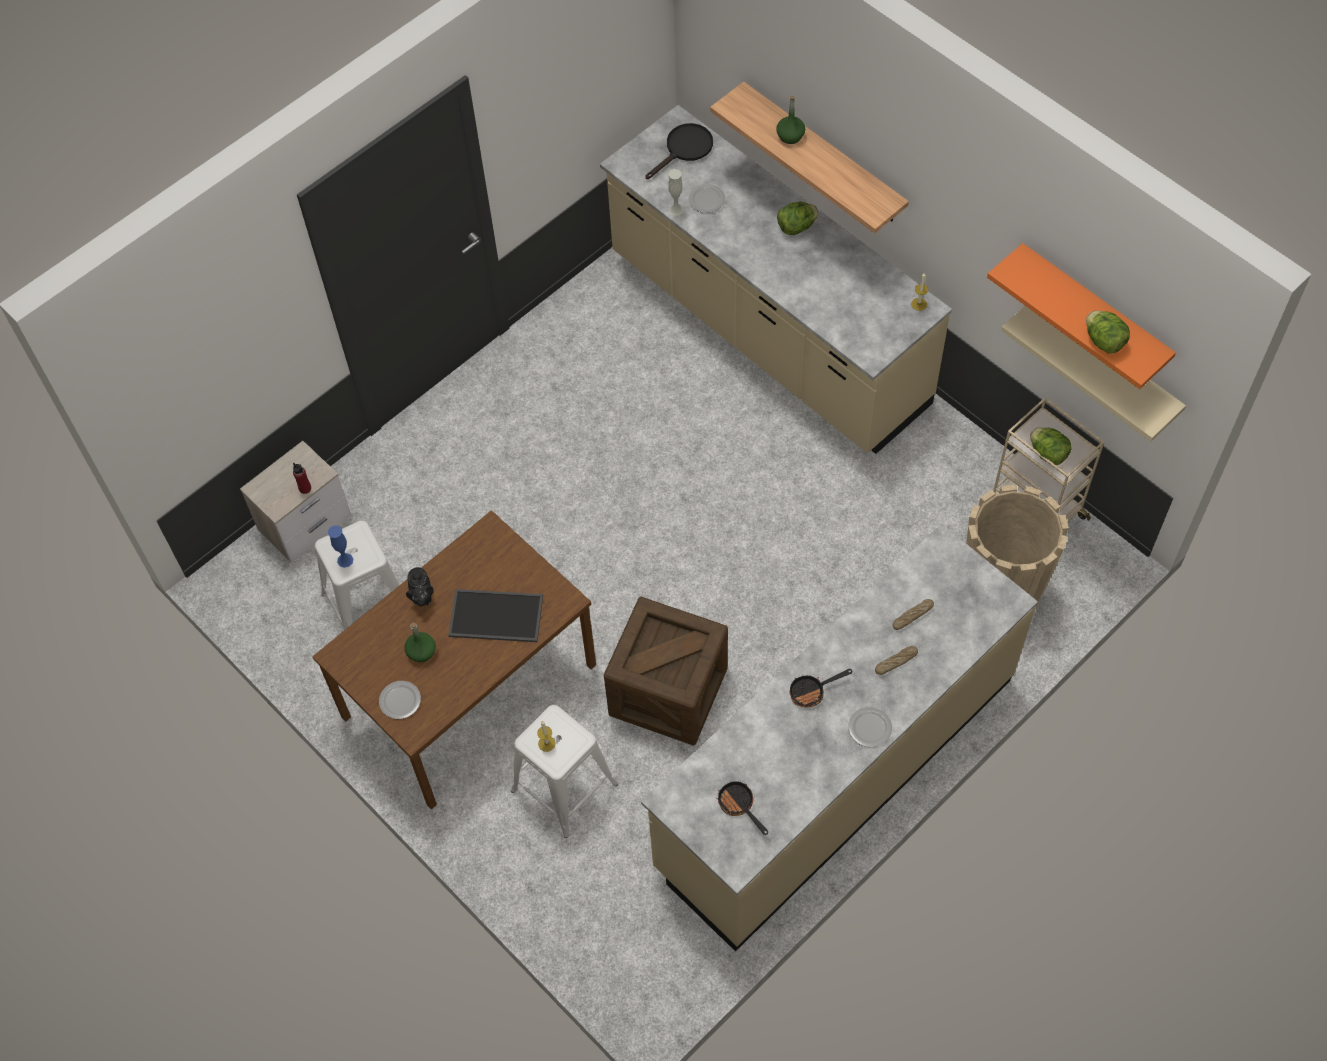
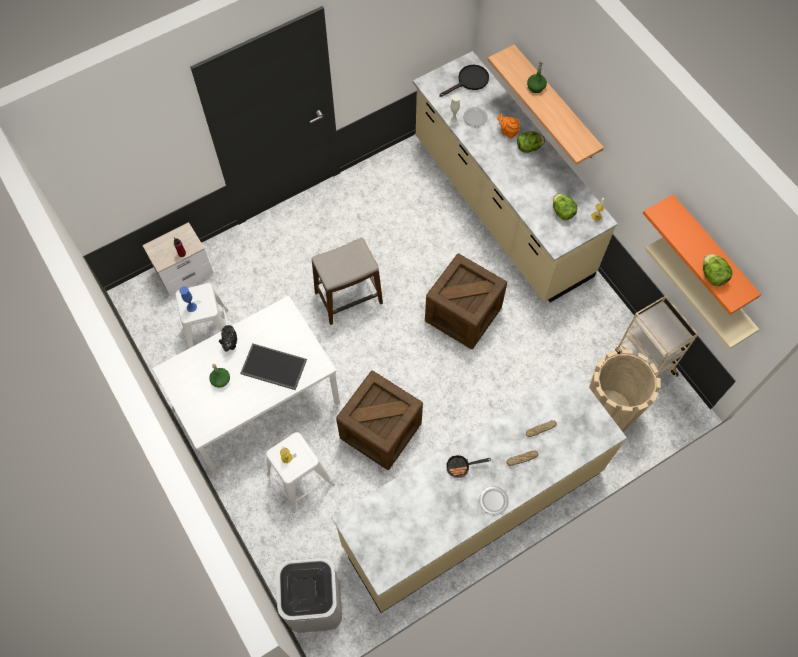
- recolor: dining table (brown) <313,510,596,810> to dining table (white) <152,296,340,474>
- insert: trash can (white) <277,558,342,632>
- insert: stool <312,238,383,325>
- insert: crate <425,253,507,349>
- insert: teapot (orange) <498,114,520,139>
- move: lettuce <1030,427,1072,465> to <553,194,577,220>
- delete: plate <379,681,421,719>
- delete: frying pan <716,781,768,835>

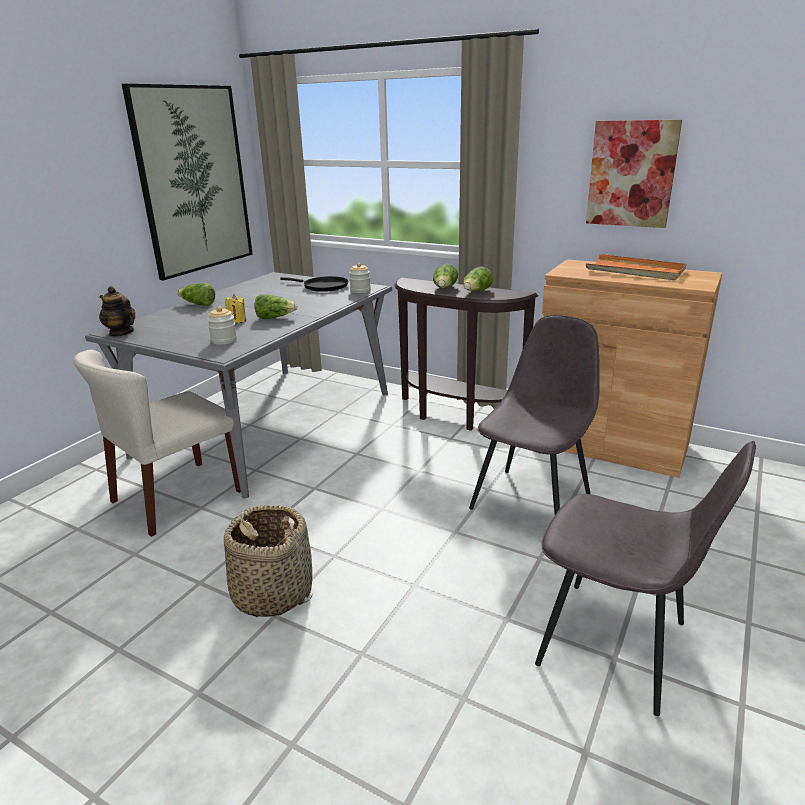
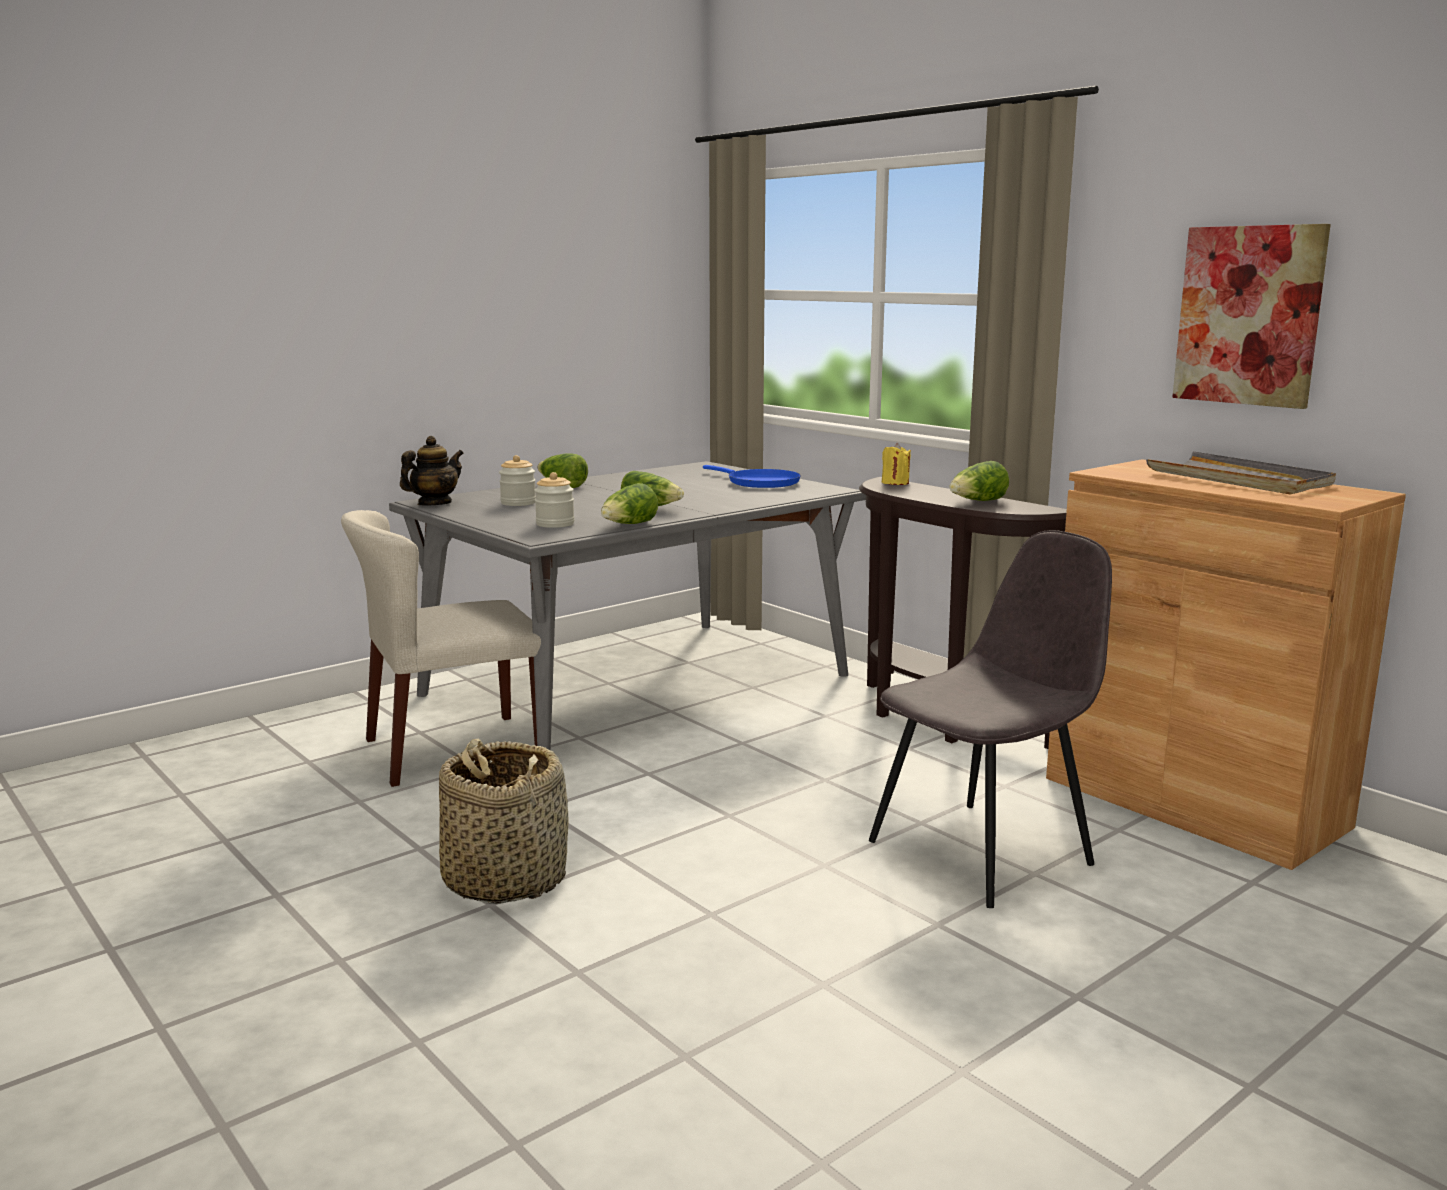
- rotate: teapot <99,286,135,337> = <400,436,464,506> 75 degrees clockwise
- move: jar <349,263,371,293> to <499,455,536,506>
- move: lettuce <433,264,458,288> to <601,483,658,524>
- recolor: frying pan (black) <280,276,348,292> to frying pan (blue) <703,465,801,488>
- move: candle (yellow) <225,295,246,323> to <882,443,911,485>
- recolor: tray (orange) <586,254,686,280> to tray (grey) <1146,452,1336,495>
- delete: picture <122,84,253,281>
- delete: chair (grey) <535,441,756,716>

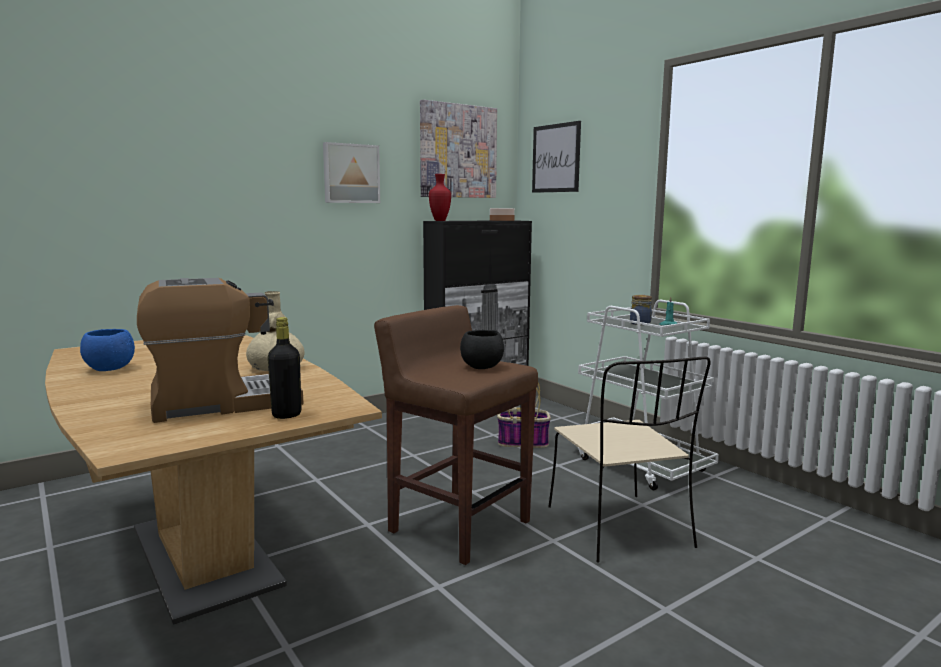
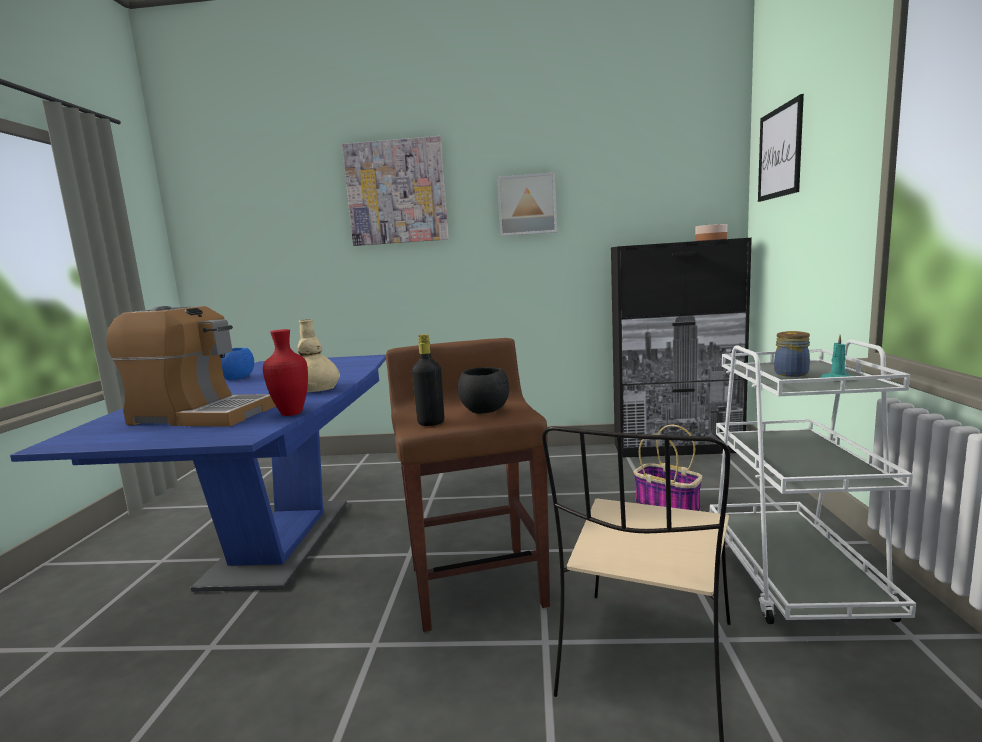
- recolor: dining table (brown) <45,335,382,625> to dining table (blue) <10,354,386,592>
- move: vase (red) <429,174,451,221> to <263,329,308,416>
- move: picture <420,100,497,198> to <342,136,449,246>
- move: bottle (black) <268,317,301,419> to <412,334,444,426>

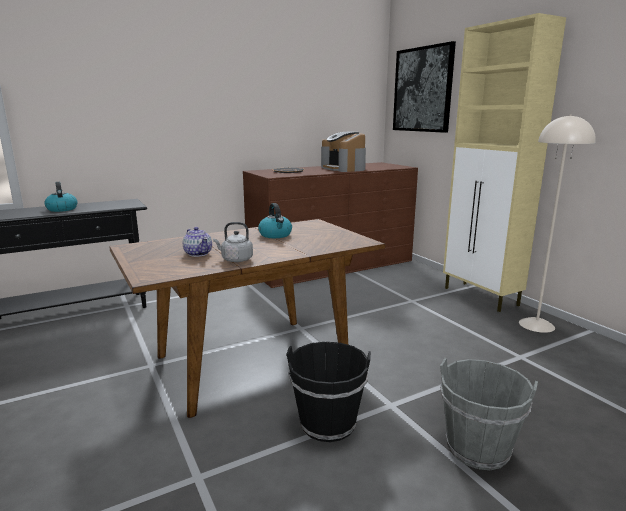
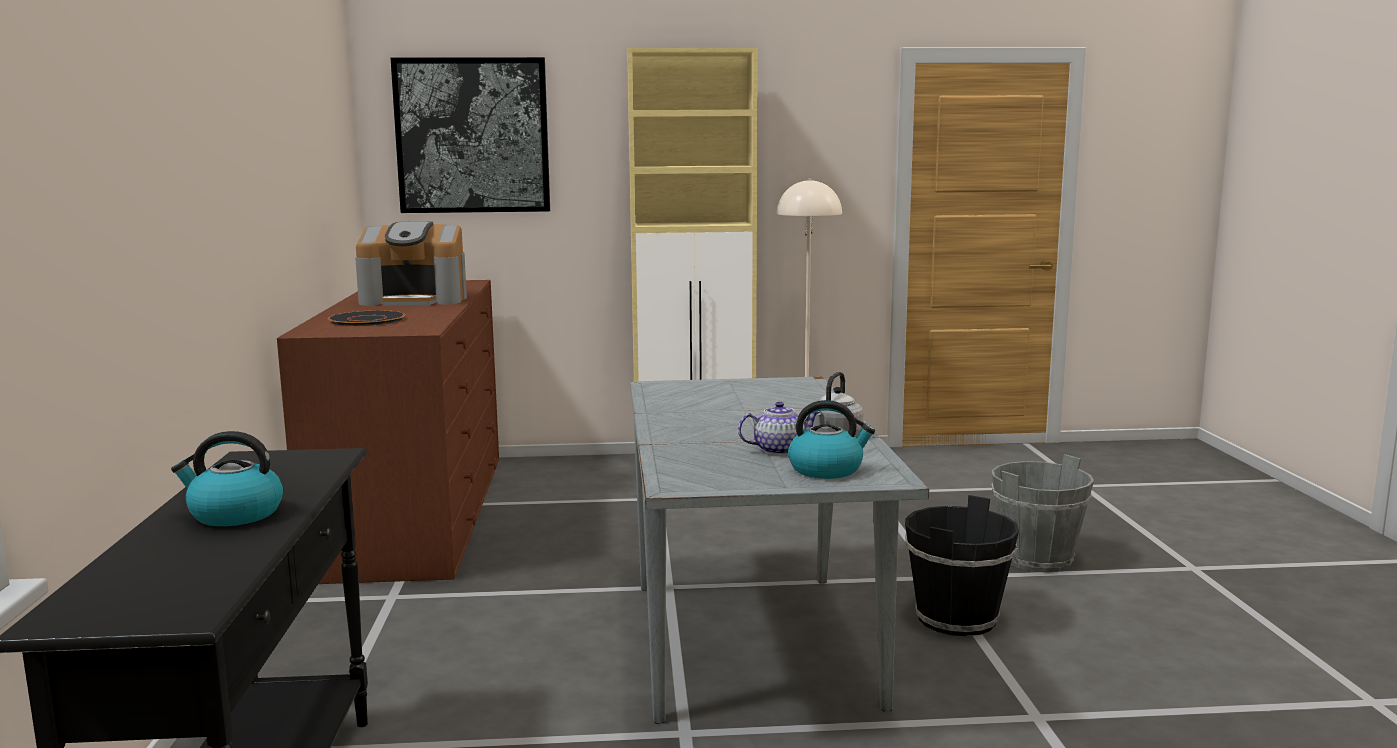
- recolor: dining table (brown) <109,219,385,418> to dining table (grey) <630,376,929,724>
- move: kettle <258,203,292,238> to <788,400,875,479>

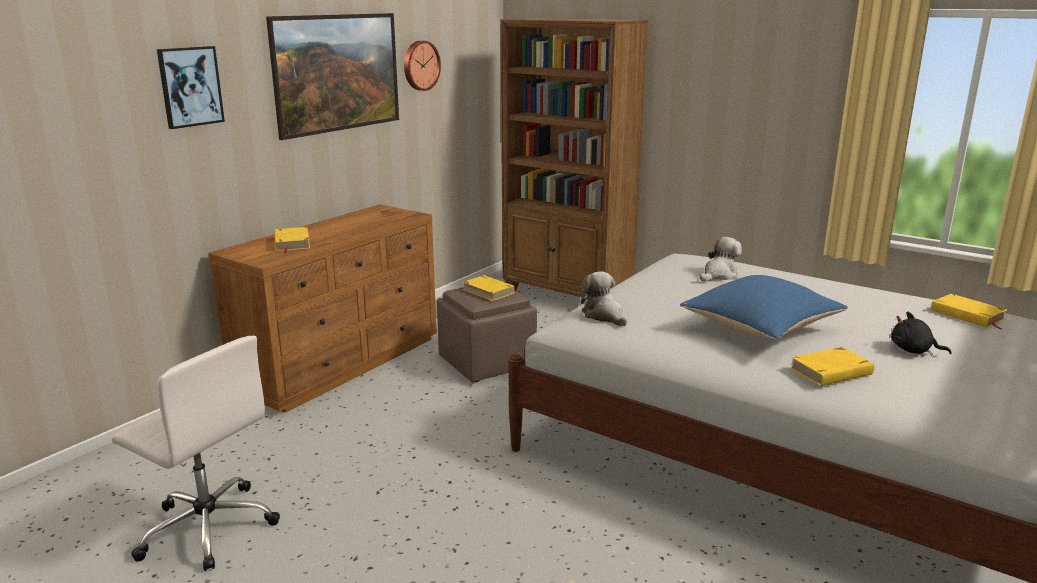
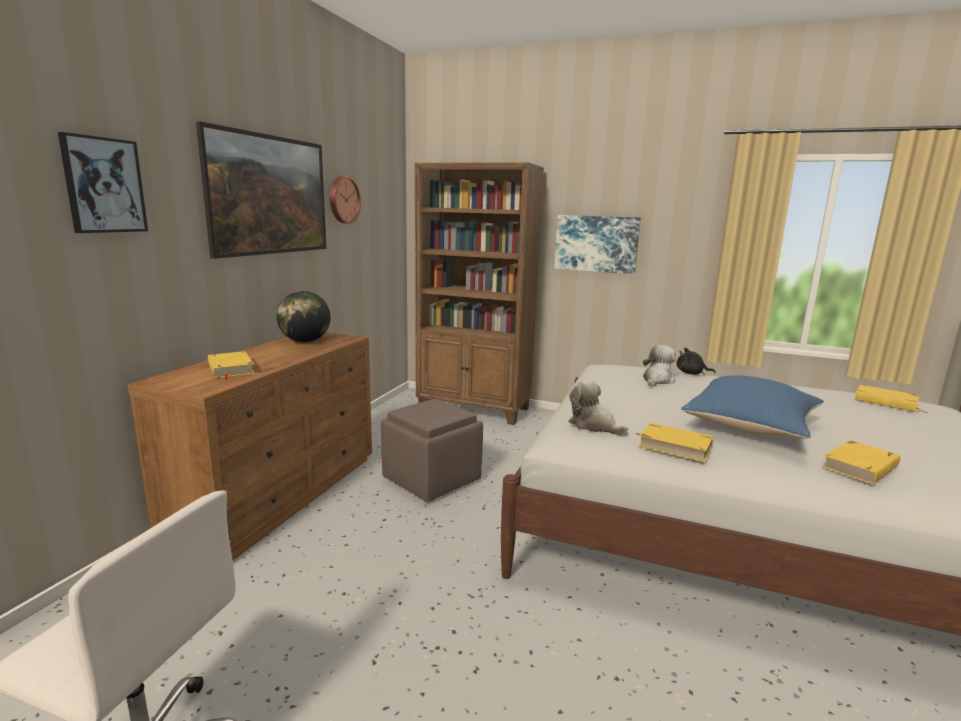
- insert: globe <277,291,331,343>
- insert: picture <554,215,641,274>
- move: book (yellow) <463,275,515,301> to <636,423,713,462>
- move: plush toy (black) <891,311,952,355> to <677,348,716,375>

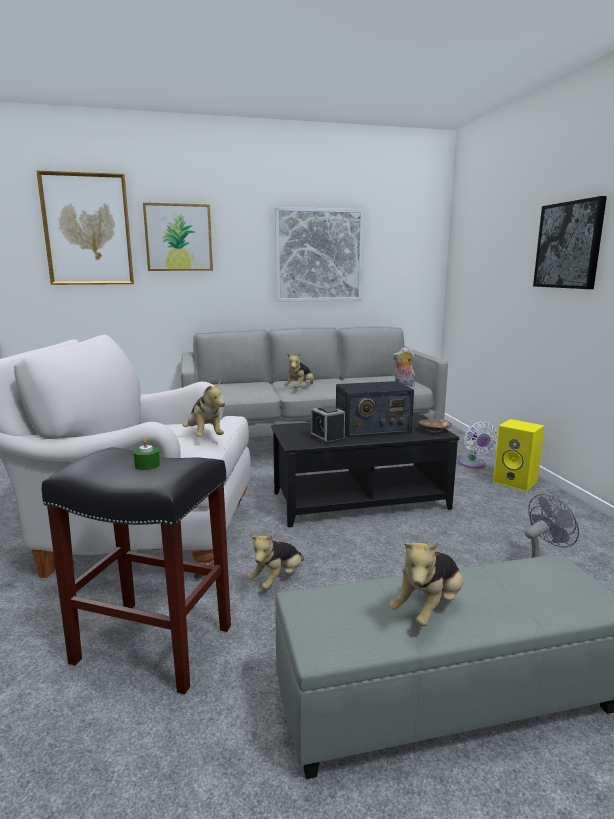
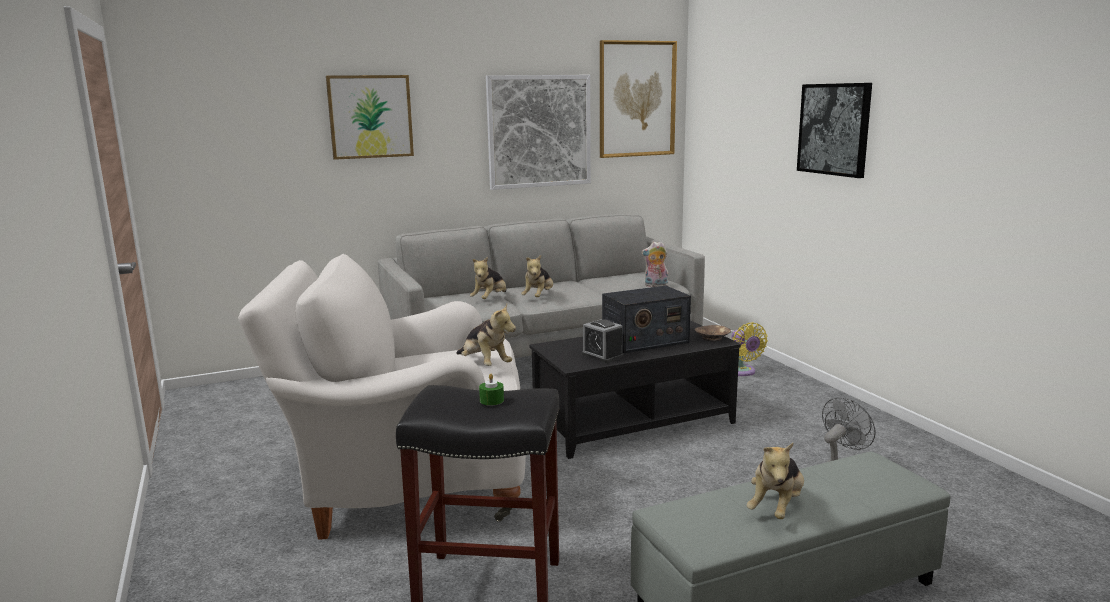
- move: plush toy <248,534,304,589> to <470,257,506,299>
- move: picture <36,170,134,285> to <600,40,677,158>
- recolor: fan (white) <460,421,498,469> to fan (yellow) <731,322,768,376>
- delete: speaker (yellow) <493,419,545,491>

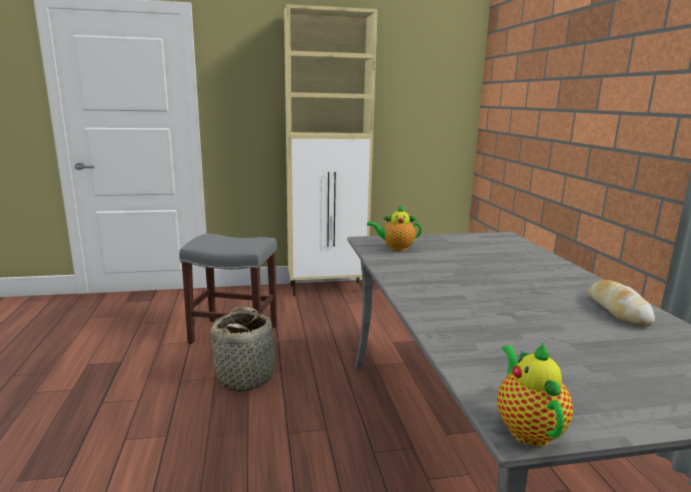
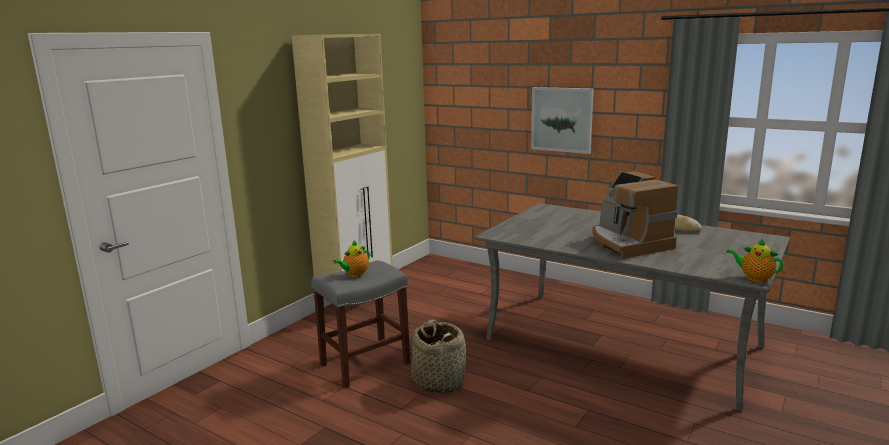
- move: teapot <367,205,422,251> to <333,240,370,277>
- insert: picture <531,87,594,154>
- insert: coffee machine <593,171,678,259>

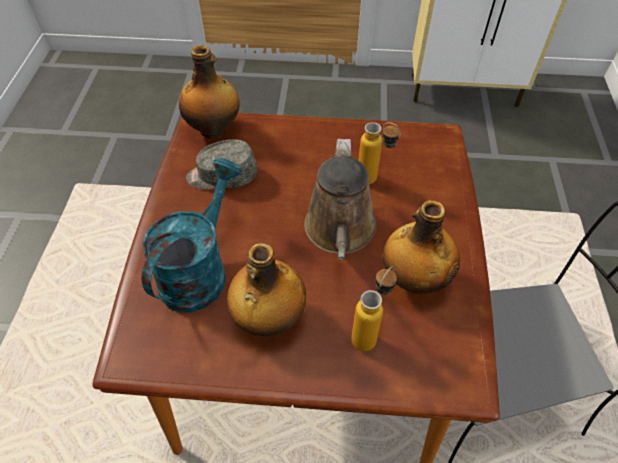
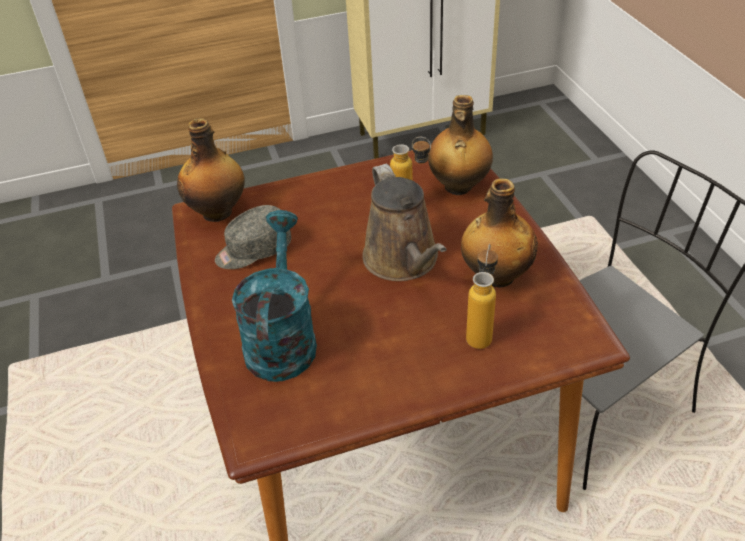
- move: bottle <227,243,306,336> to <428,95,493,195>

